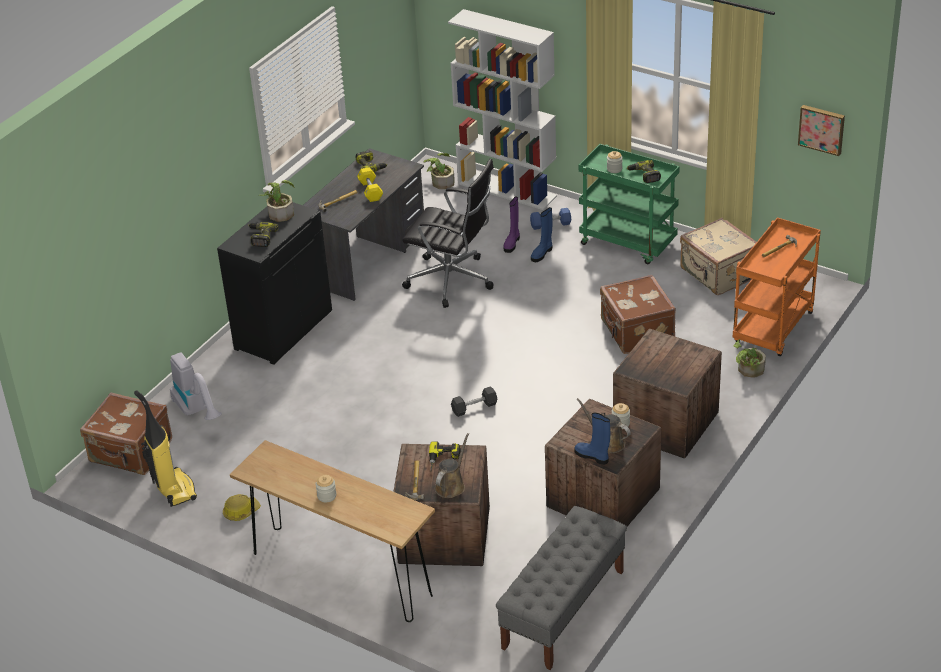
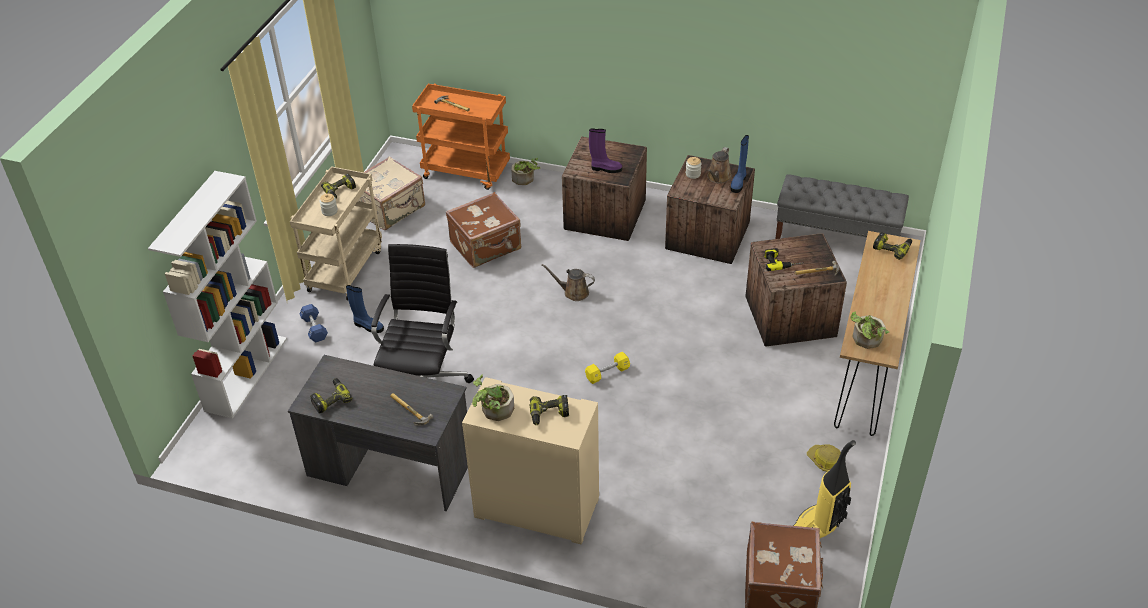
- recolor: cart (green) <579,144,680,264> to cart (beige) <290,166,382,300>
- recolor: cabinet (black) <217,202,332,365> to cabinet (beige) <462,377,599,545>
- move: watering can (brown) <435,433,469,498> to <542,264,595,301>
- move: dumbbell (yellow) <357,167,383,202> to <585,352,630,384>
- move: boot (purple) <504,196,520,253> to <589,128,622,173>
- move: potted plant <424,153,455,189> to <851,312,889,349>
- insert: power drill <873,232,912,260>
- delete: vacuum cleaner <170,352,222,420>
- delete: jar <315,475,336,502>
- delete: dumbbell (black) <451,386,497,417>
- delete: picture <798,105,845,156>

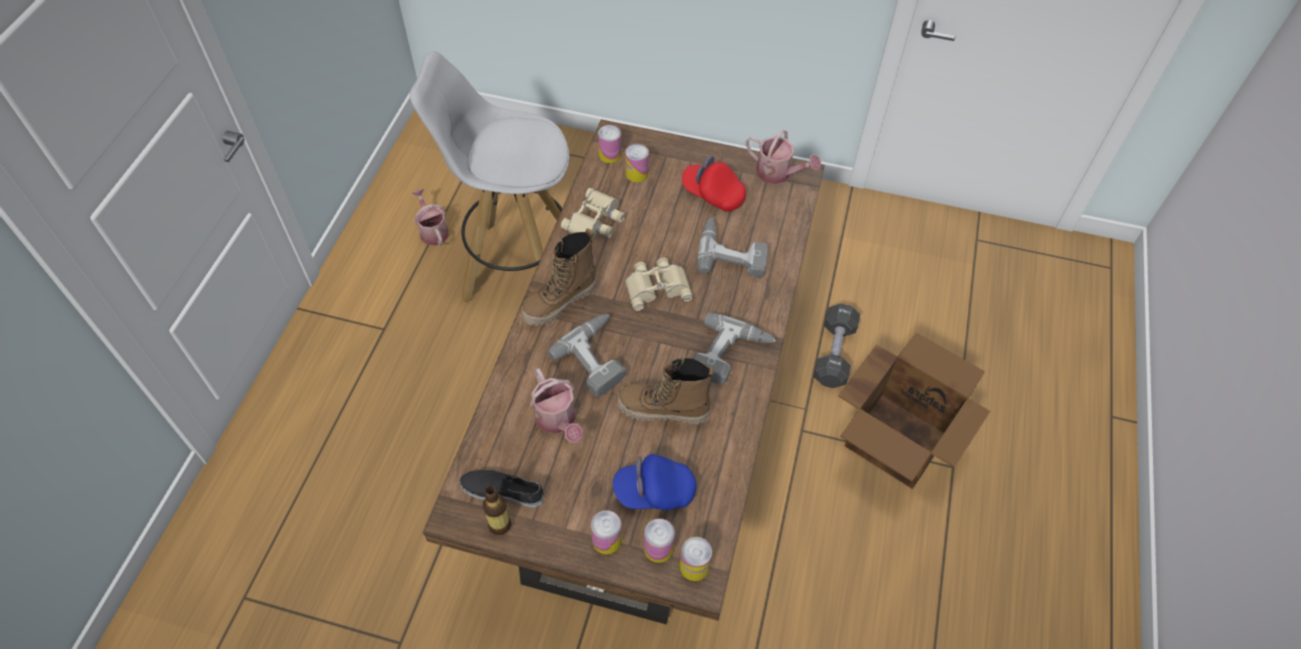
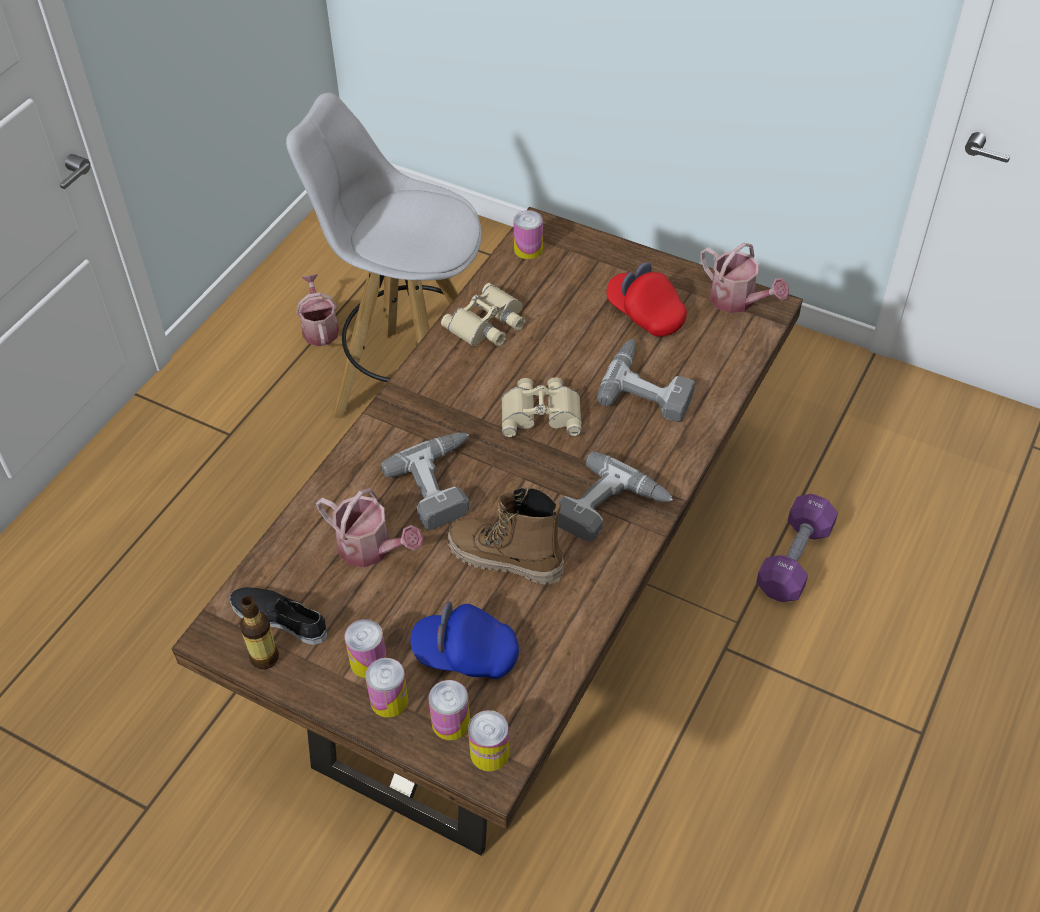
- rotate: watering can <530,368,583,443> = <316,488,423,568> 45 degrees counterclockwise
- move: can <625,144,649,182> to <344,619,387,678>
- recolor: dumbbell (black) <813,304,860,388> to dumbbell (purple) <756,494,838,602>
- delete: boot <521,228,596,326>
- delete: cardboard box <838,332,990,489>

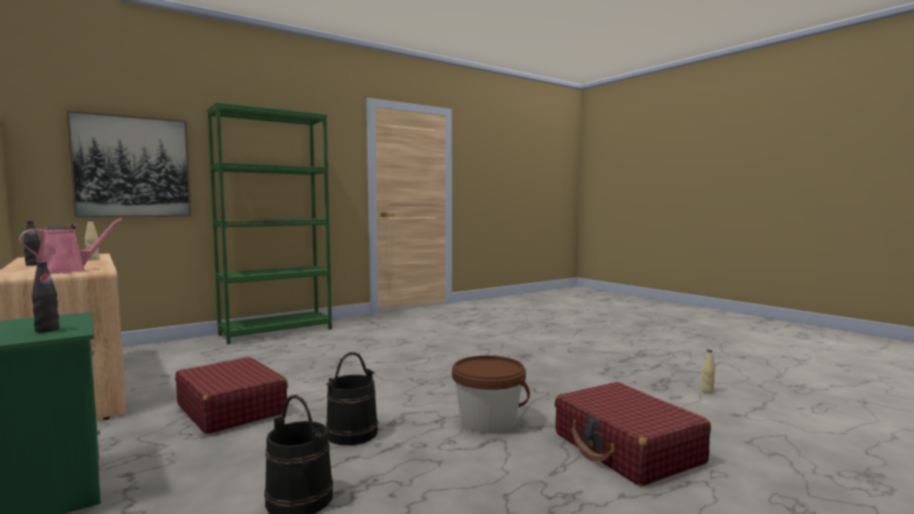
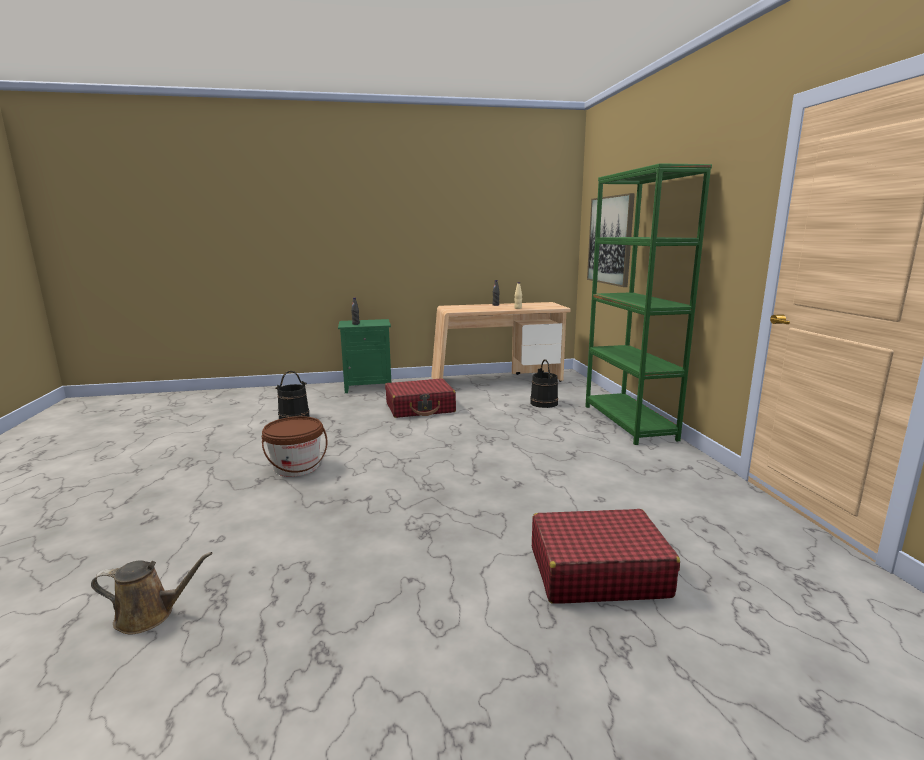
- replace: bottle (beige) <701,350,715,393> to watering can (brown) <91,552,212,634>
- move: bucket (black) <326,352,378,445> to <530,359,558,408>
- move: suitcase (red) <555,382,711,486> to <532,509,680,604>
- delete: watering can (pink) <19,218,122,273>

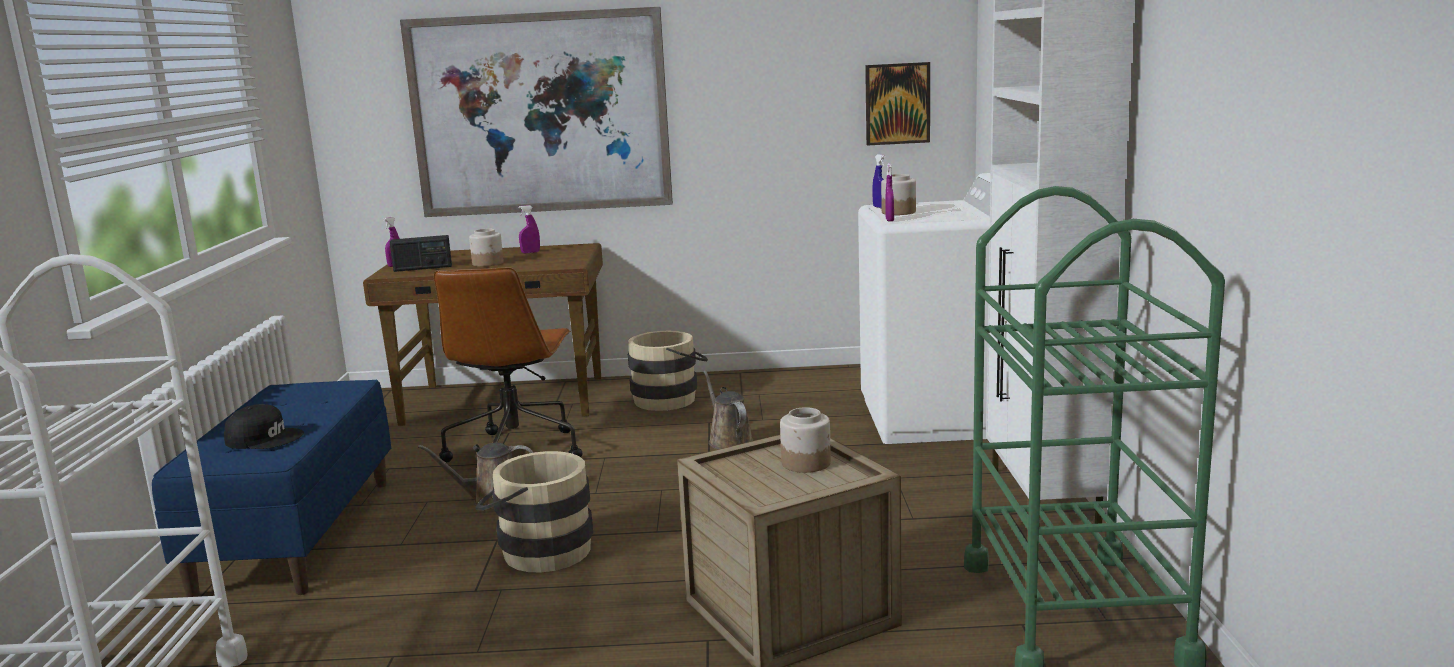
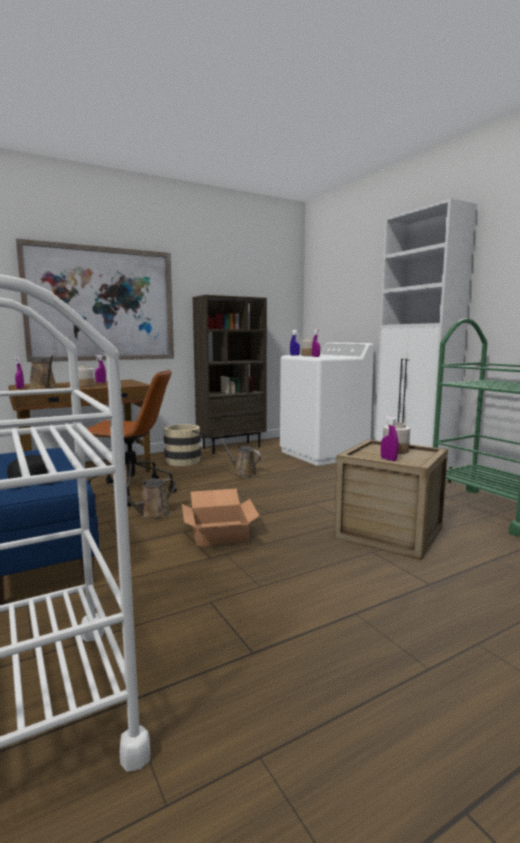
- replace: radio <390,235,452,272> to watering can (brown) <29,356,57,390>
- rotate: office chair (brown) <434,267,582,462> = <83,369,177,506> 60 degrees counterclockwise
- replace: bucket (beige) <475,451,593,572> to cardboard box <182,489,259,546>
- insert: bookcase (brown) <193,295,267,454>
- insert: spray bottle (purple) <381,415,398,461>
- delete: picture <865,62,930,146>

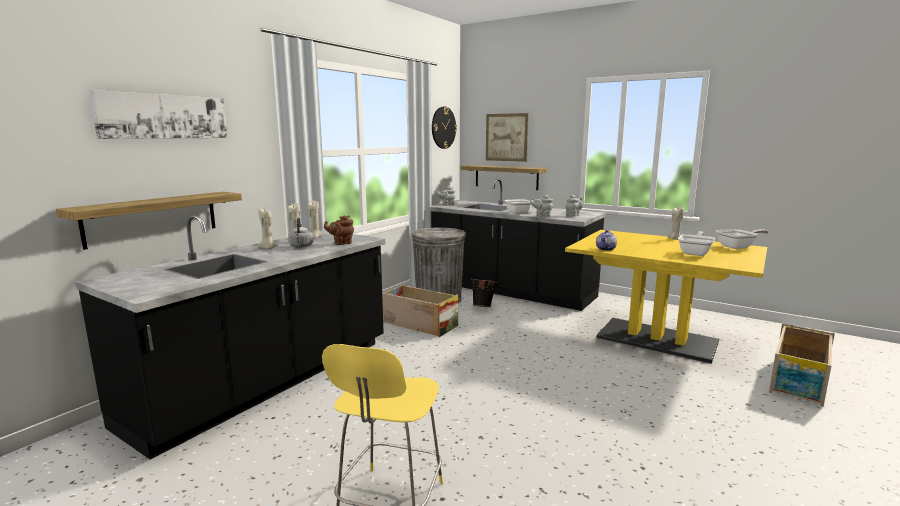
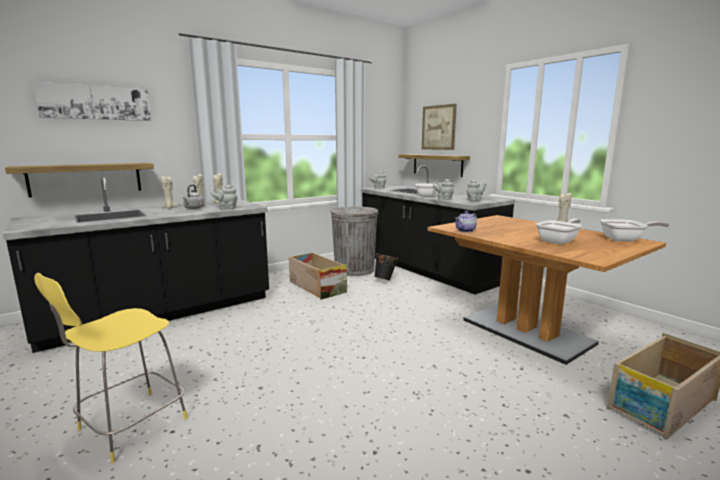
- recolor: teapot (brown) <324,215,354,245> to teapot (grey) <211,185,238,209>
- recolor: dining table (yellow) <565,230,767,364> to dining table (brown) <428,215,666,365>
- delete: wall clock <432,107,457,149>

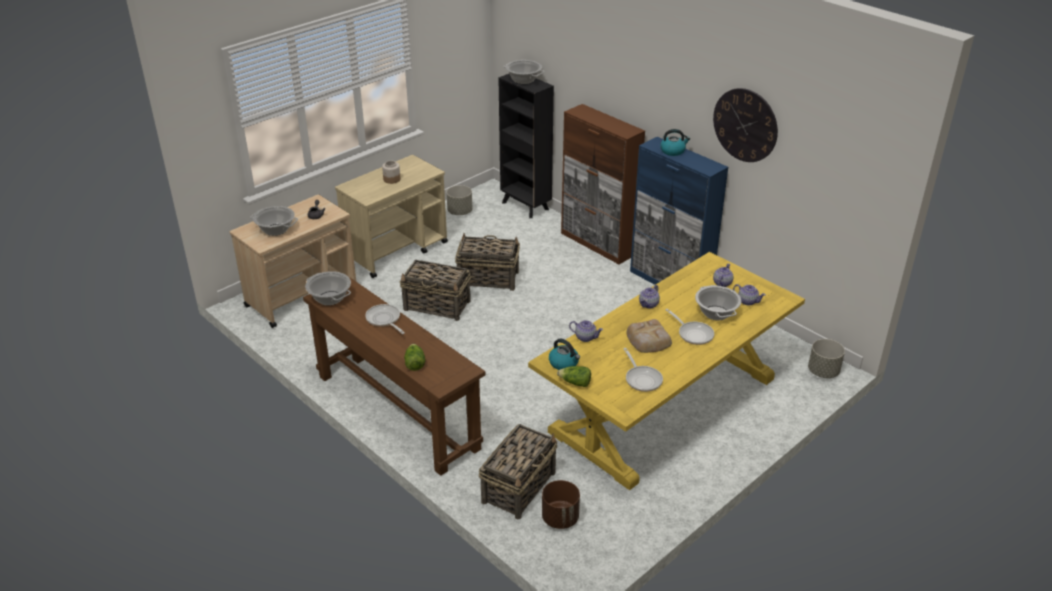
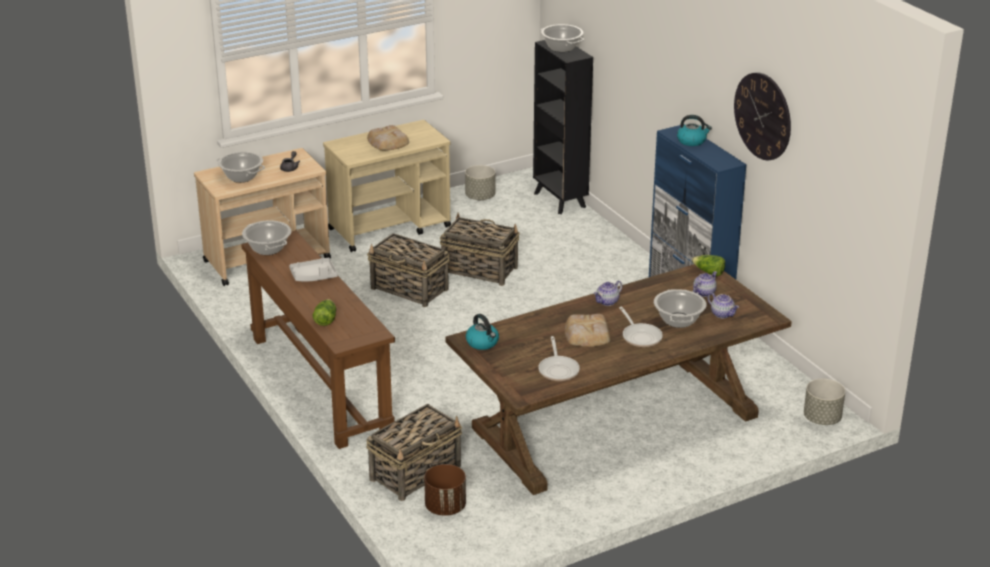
- replace: frying pan <365,304,405,334> to tray (grey) <289,258,338,281>
- replace: jar <382,161,401,184> to bread <367,125,409,151>
- recolor: dining table (yellow) <528,252,805,490> to dining table (brown) <445,264,792,495>
- move: lettuce <557,366,591,387> to <692,255,725,276>
- delete: cabinet (brown) <561,104,645,264>
- delete: teapot <569,320,603,342>

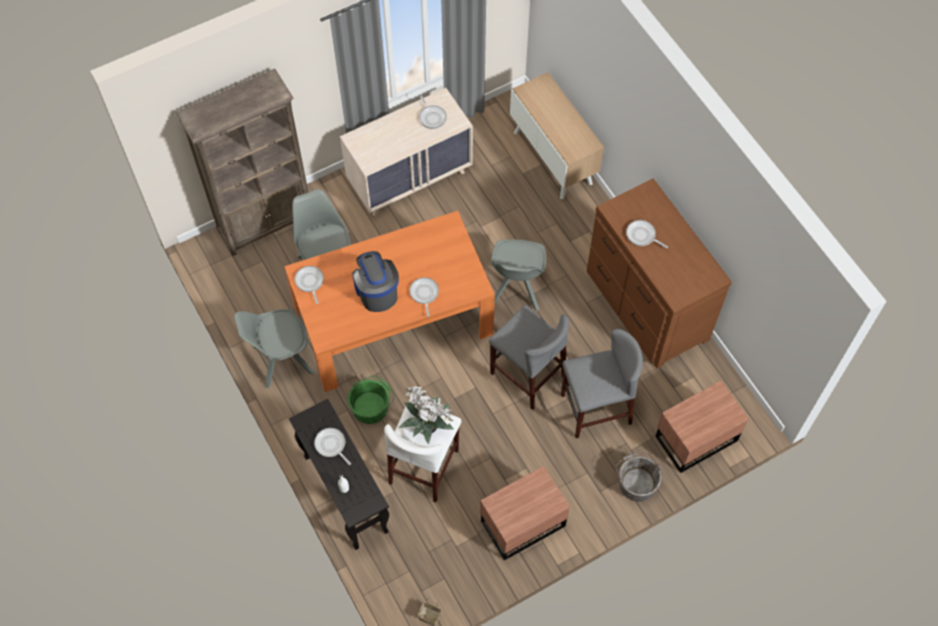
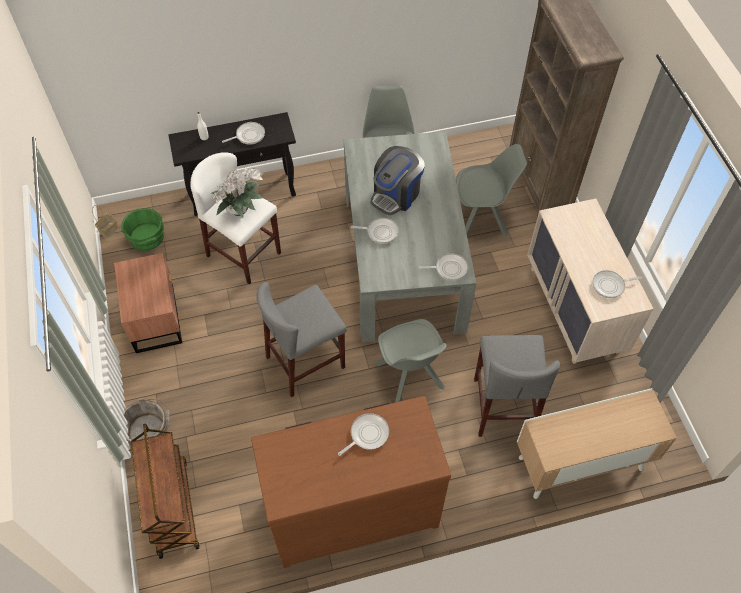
- move: bucket (green) <348,376,394,424> to <121,208,164,251>
- replace: nightstand (brown) <655,381,749,473> to cart (brown) <131,424,200,559>
- recolor: dining table (orange) <284,211,495,392> to dining table (grey) <344,132,476,342>
- rotate: coffee machine <352,251,399,312> = <371,146,425,215> 135 degrees clockwise
- rotate: chair (grey) <491,239,546,311> = <375,319,447,402> 135 degrees counterclockwise
- move: frying pan <295,266,324,304> to <419,253,468,281>
- move: stool (grey) <561,329,643,438> to <474,335,560,437>

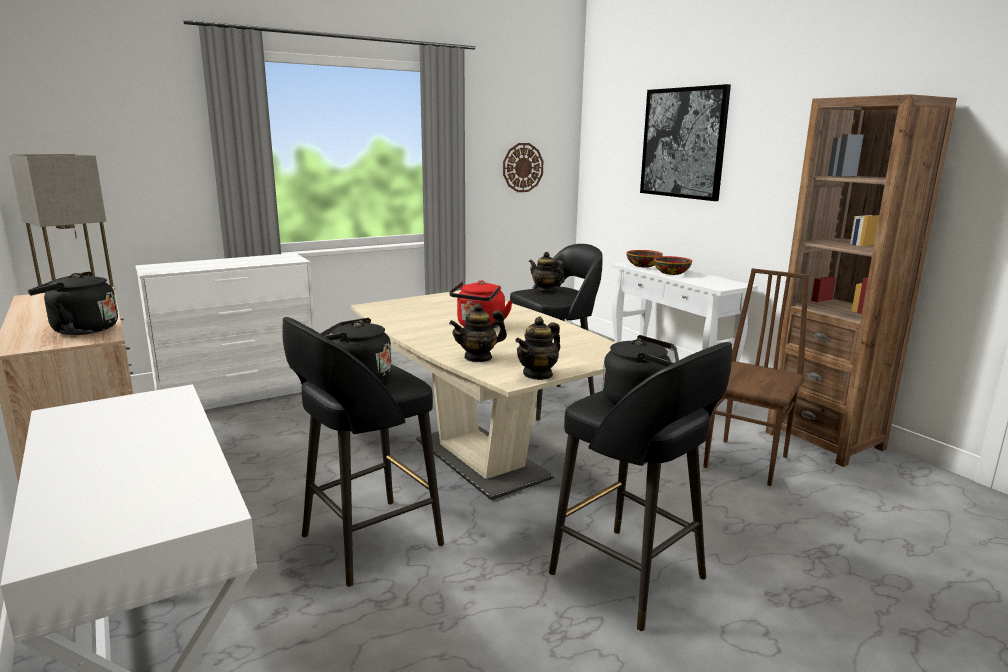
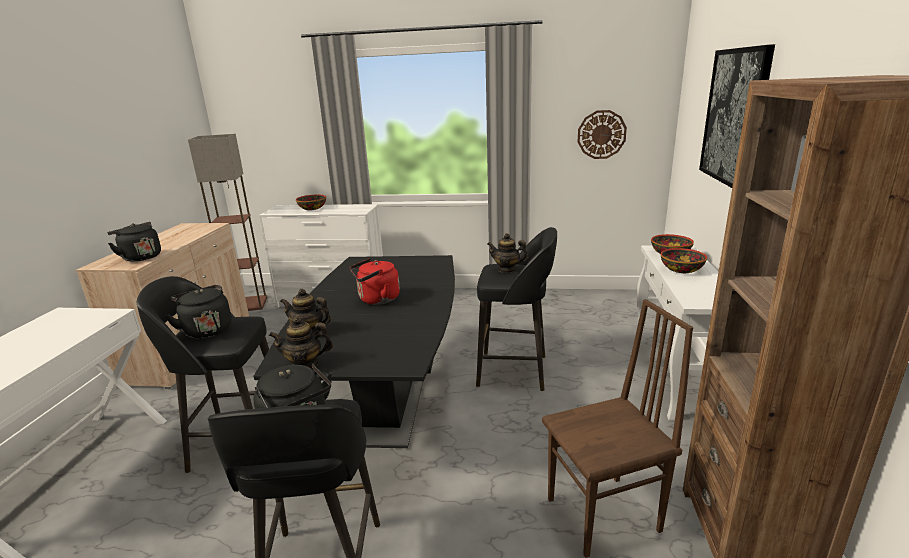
- recolor: dining table (beige) <351,290,615,500> to dining table (black) <253,255,455,448>
- insert: bowl <296,195,326,210>
- rotate: teapot <529,252,565,293> = <488,233,528,273> 60 degrees counterclockwise

